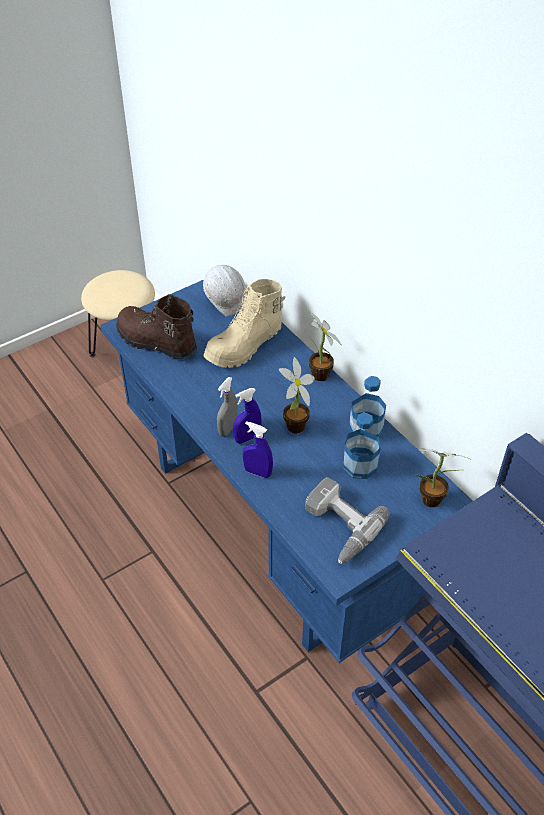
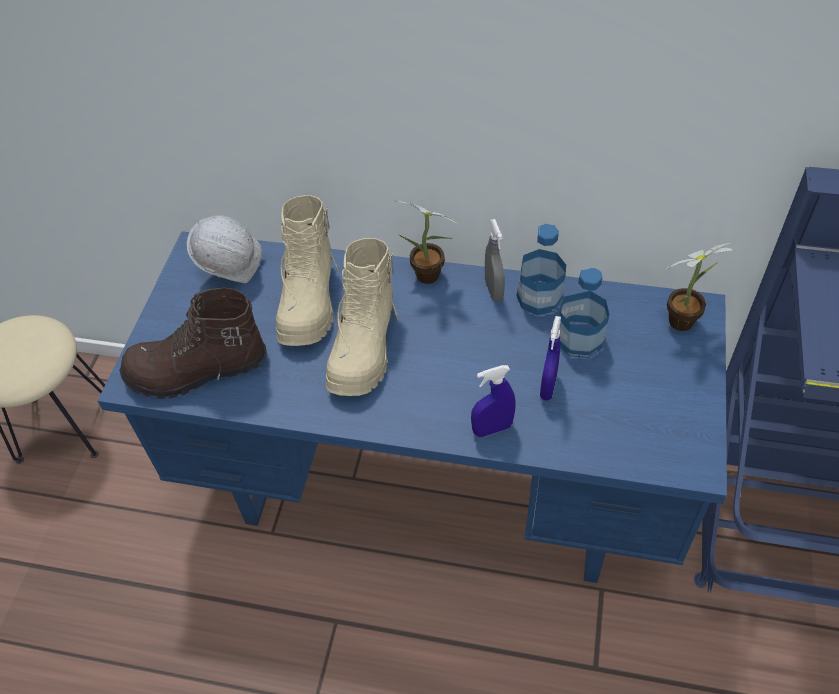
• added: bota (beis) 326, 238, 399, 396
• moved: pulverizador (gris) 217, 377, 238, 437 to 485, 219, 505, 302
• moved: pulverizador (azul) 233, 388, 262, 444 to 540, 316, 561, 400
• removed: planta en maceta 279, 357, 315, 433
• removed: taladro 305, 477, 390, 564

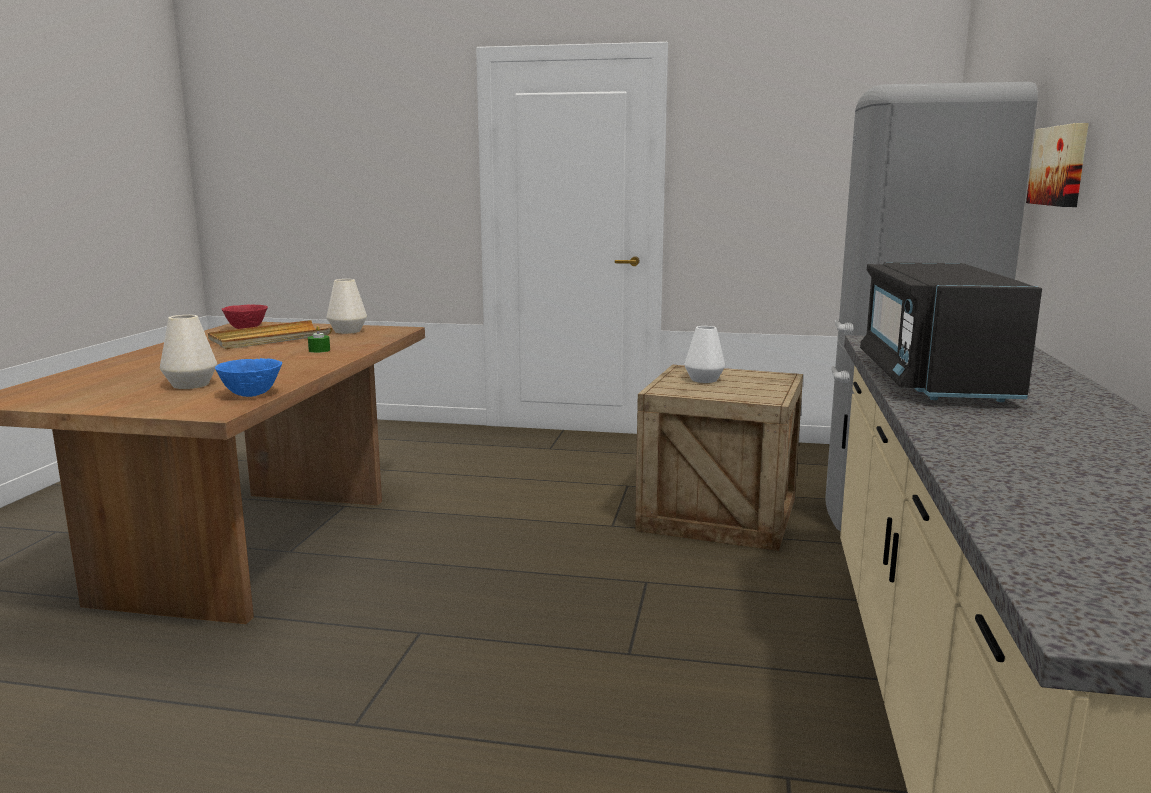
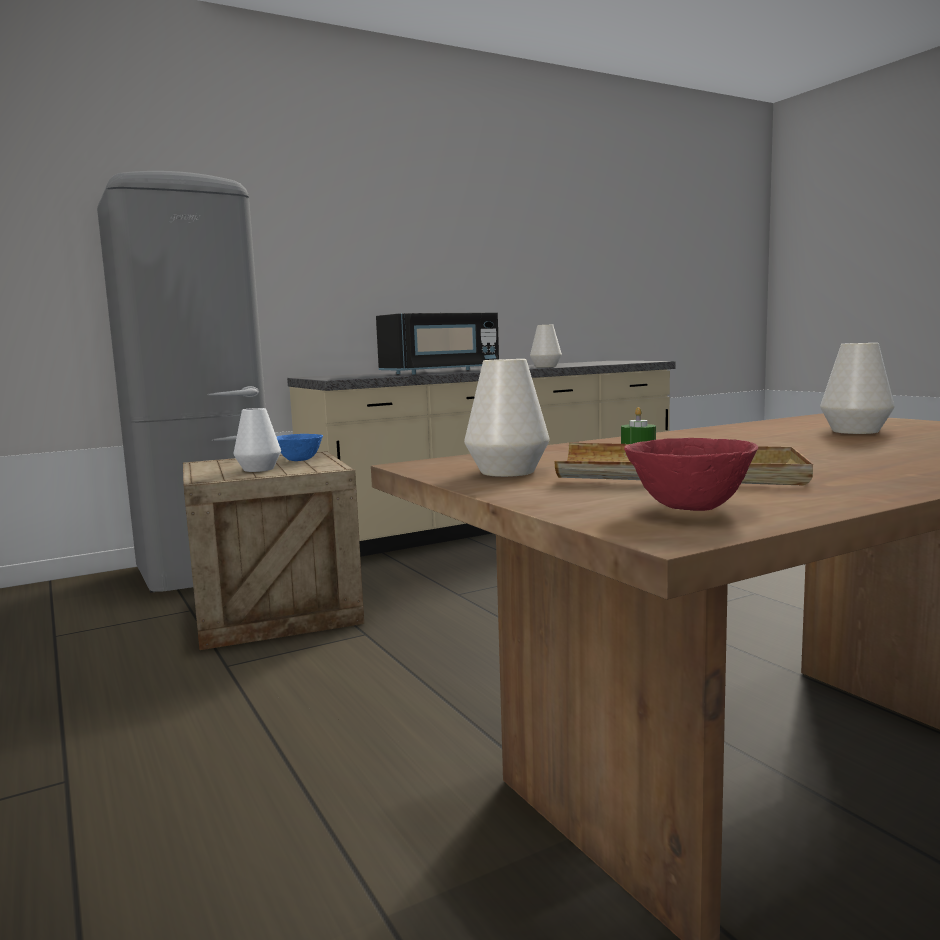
• moved: cuenco (azul) 215, 358, 282, 397 to 277, 434, 323, 461
• added: florero (blanco) 530, 325, 562, 368
• removed: cuadro 1026, 123, 1089, 207

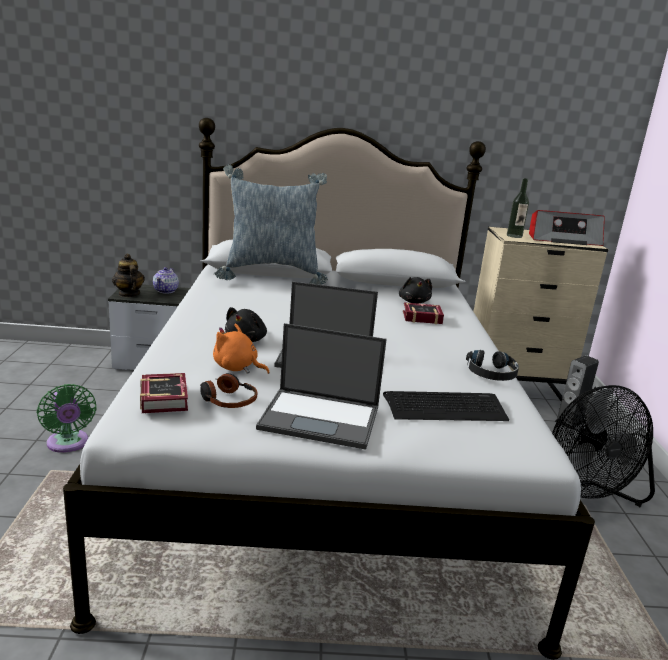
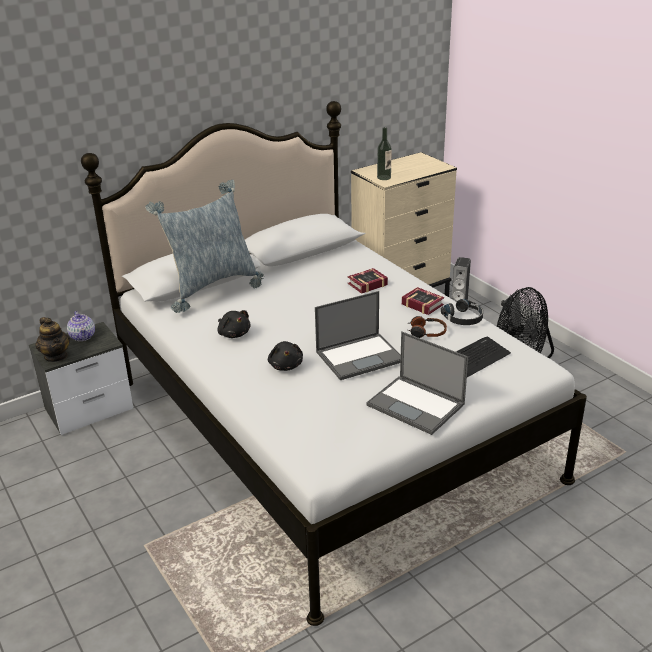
• turned: tetera 112, 253, 145, 297 = 35, 317, 70, 362 150 degrees counterclockwise
• moved: peluche (negro) 399, 277, 432, 304 to 217, 310, 251, 338
• turned: portátil 256, 323, 387, 450 = 366, 332, 468, 435 60 degrees clockwise
• moved: libro 140, 373, 188, 413 to 402, 287, 444, 315
• moved: auriculares 200, 373, 257, 408 to 407, 316, 447, 338
• removed: ventilador (verde) 37, 384, 97, 453
• removed: peluche (naranja) 213, 323, 270, 374
• removed: radio 529, 210, 605, 246

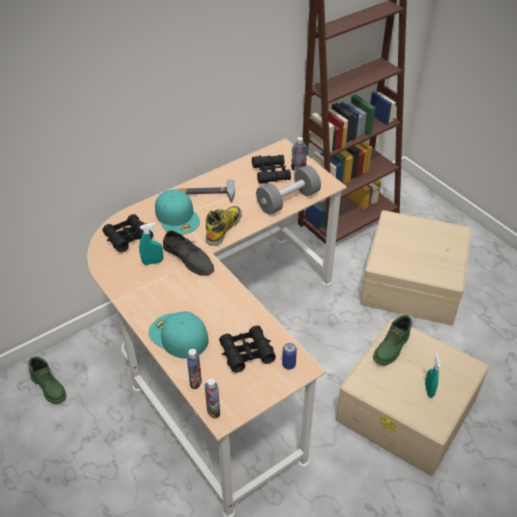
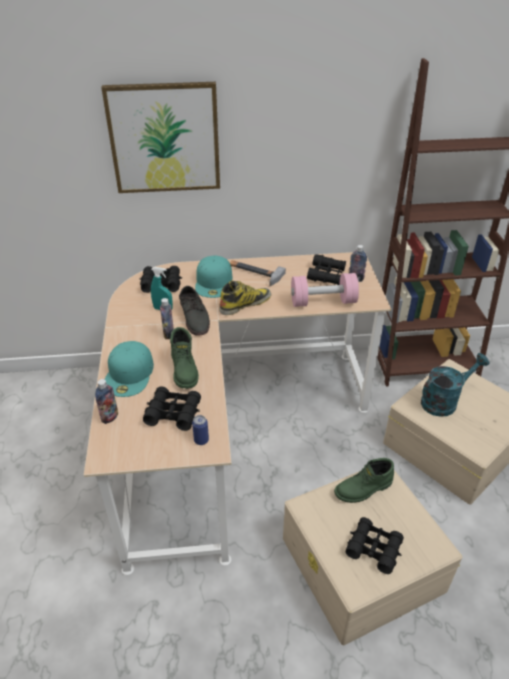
• added: cuadro 101, 82, 220, 193
• turned: gorra (turquesa) 149, 311, 209, 359 = 105, 341, 154, 397 150 degrees counterclockwise
• moved: botella 205, 378, 220, 419 to 160, 298, 174, 339
• moved: bota (verde) 28, 356, 66, 404 to 170, 327, 199, 389
• recoloured: mancuerna (gris) 256, 165, 321, 215 to mancuerna (rosa) 291, 273, 359, 307
• replaced: pulverizador (turquesa) 425, 353, 441, 398 to prismáticos (negro) 346, 517, 404, 574
• added: regadera (turquesa) 421, 353, 490, 417

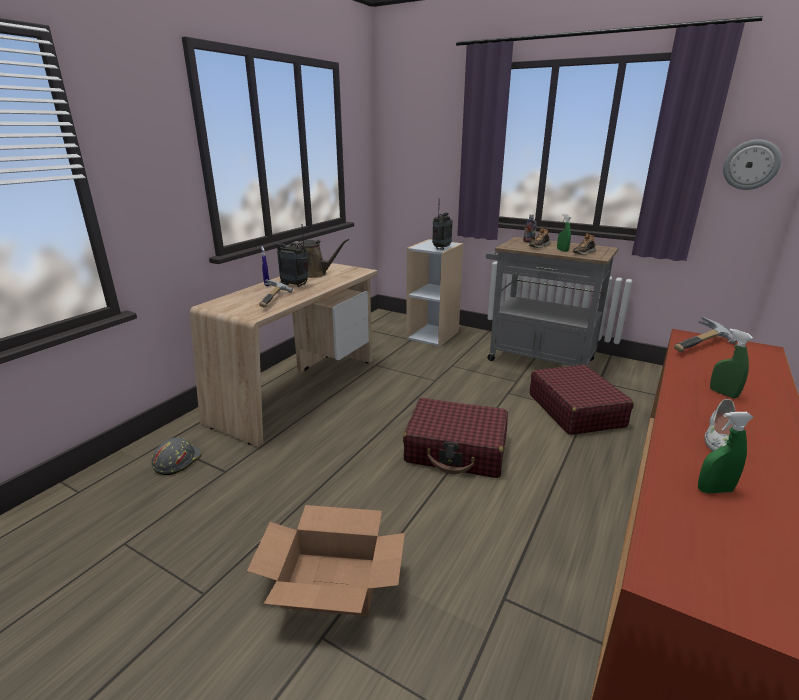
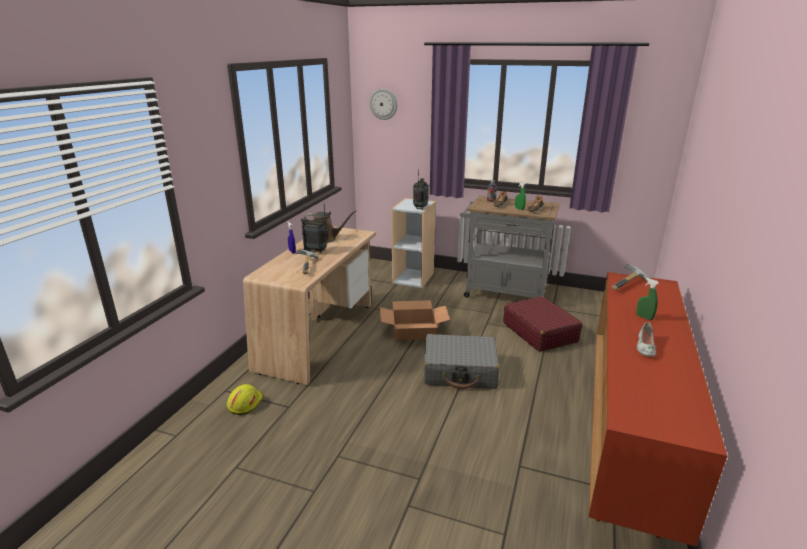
• recoloured: casco (gris) 151, 437, 202, 475 to casco (amarillo) 227, 384, 263, 415
• moved: reloj de pared 723, 139, 781, 190 to 370, 88, 397, 120
• moved: caja de cartón 247, 505, 405, 616 to 380, 300, 450, 340
• recoloured: maleta (rojo) 403, 398, 508, 478 to maleta (gris) 424, 334, 499, 390
• removed: pulverizador (verde) 698, 412, 754, 493

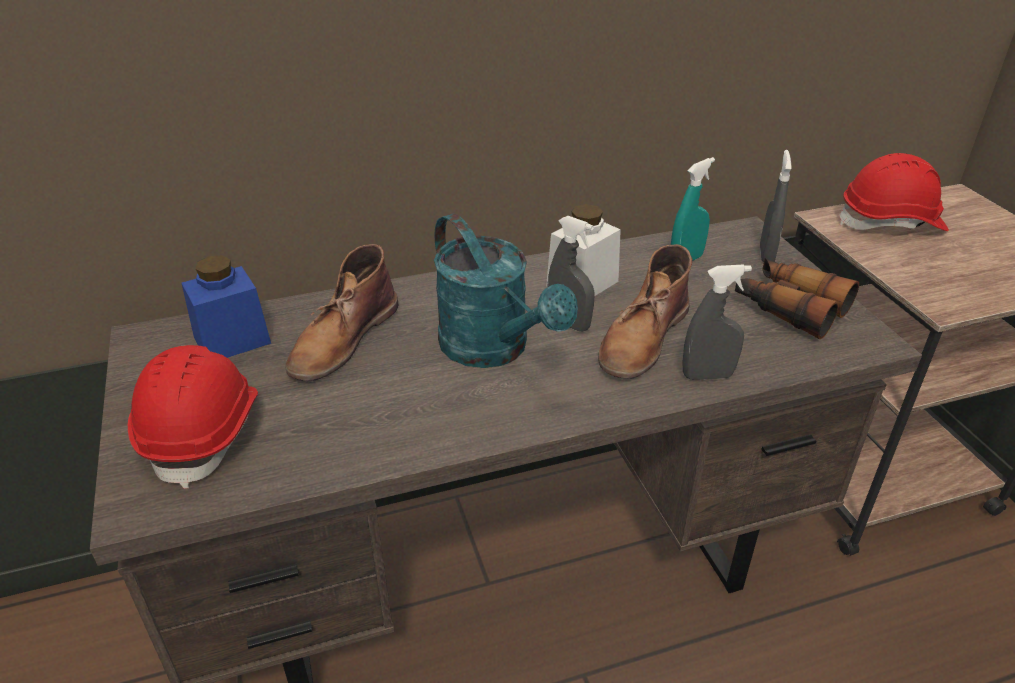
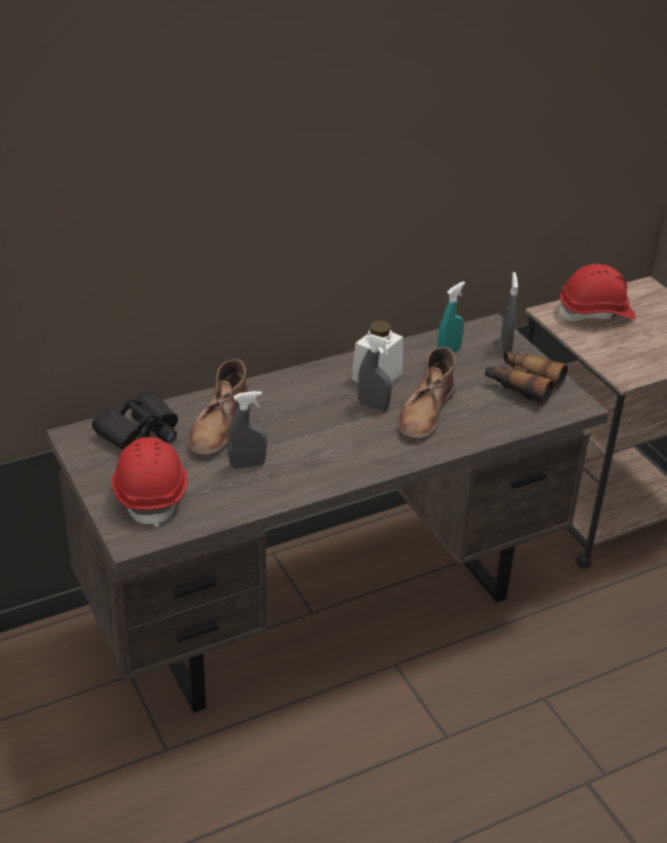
• replaced: tarro (azul) 182, 255, 271, 358 to prismáticos (negro) 92, 390, 178, 450
• moved: pulverizador (gris) 683, 264, 752, 380 to 227, 391, 267, 469
• removed: regadera (turquesa) 434, 213, 578, 368

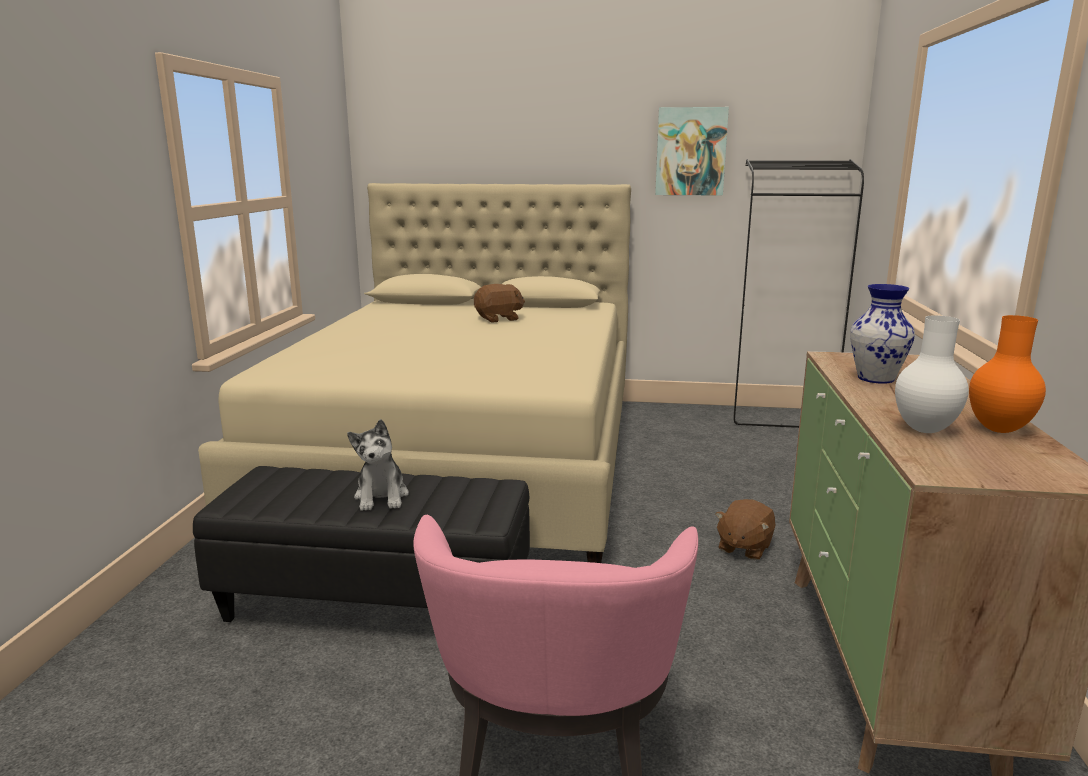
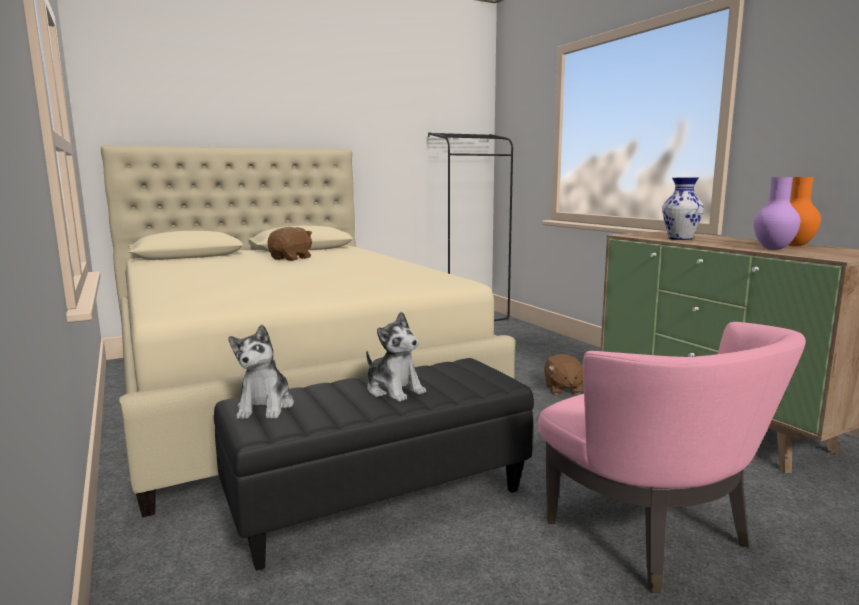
• added: peluche 228, 324, 294, 419
• recoloured: florero (blanco) 895, 315, 969, 433 to florero (morado) 754, 177, 800, 250
• removed: cuadro 655, 107, 729, 196

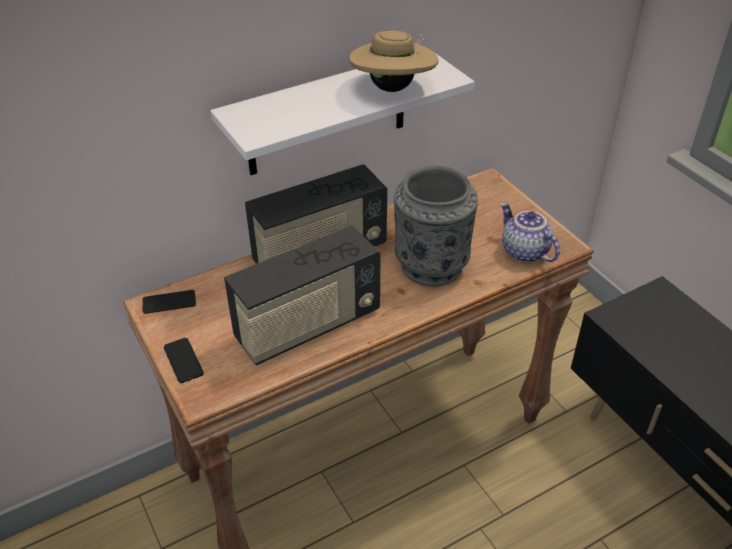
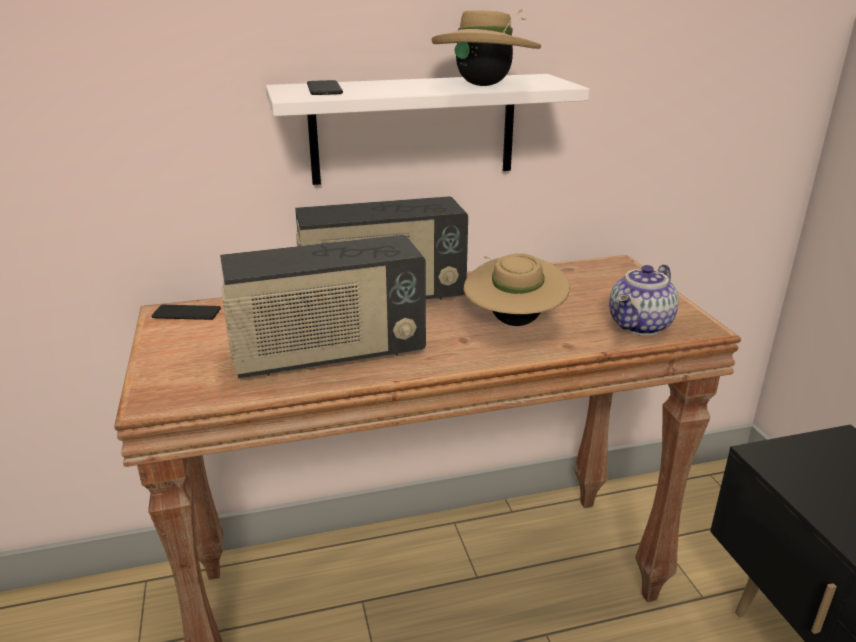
• moved: móvil 164, 338, 204, 383 to 307, 80, 343, 95
• replaced: florero (gris) 394, 165, 478, 287 to sombrero (beis) 464, 253, 570, 326
• turned: tetera 501, 202, 560, 262 = 609, 264, 679, 336 120 degrees counterclockwise

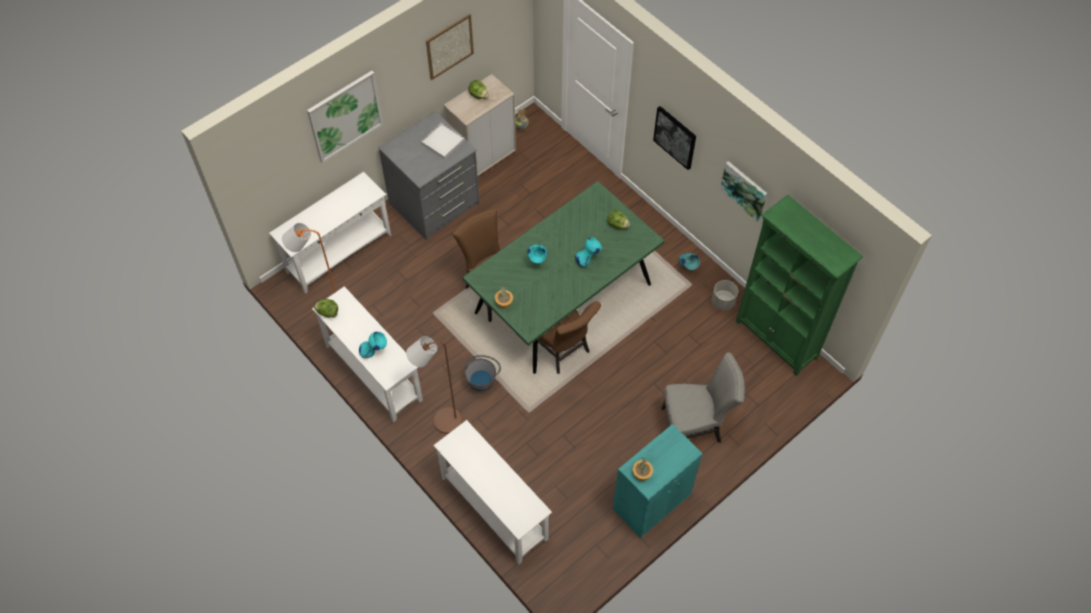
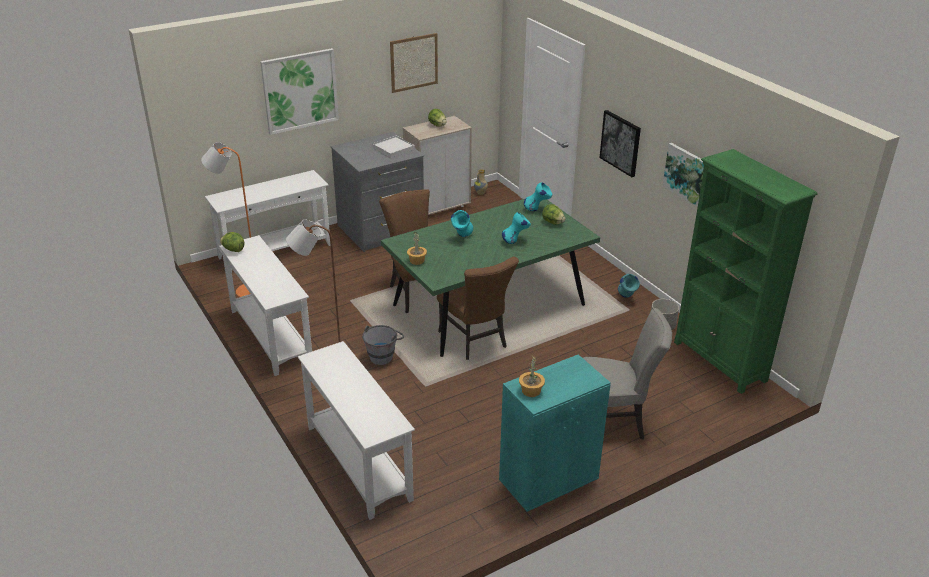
• moved: florero (turquesa) 359, 332, 387, 358 to 524, 183, 552, 211

